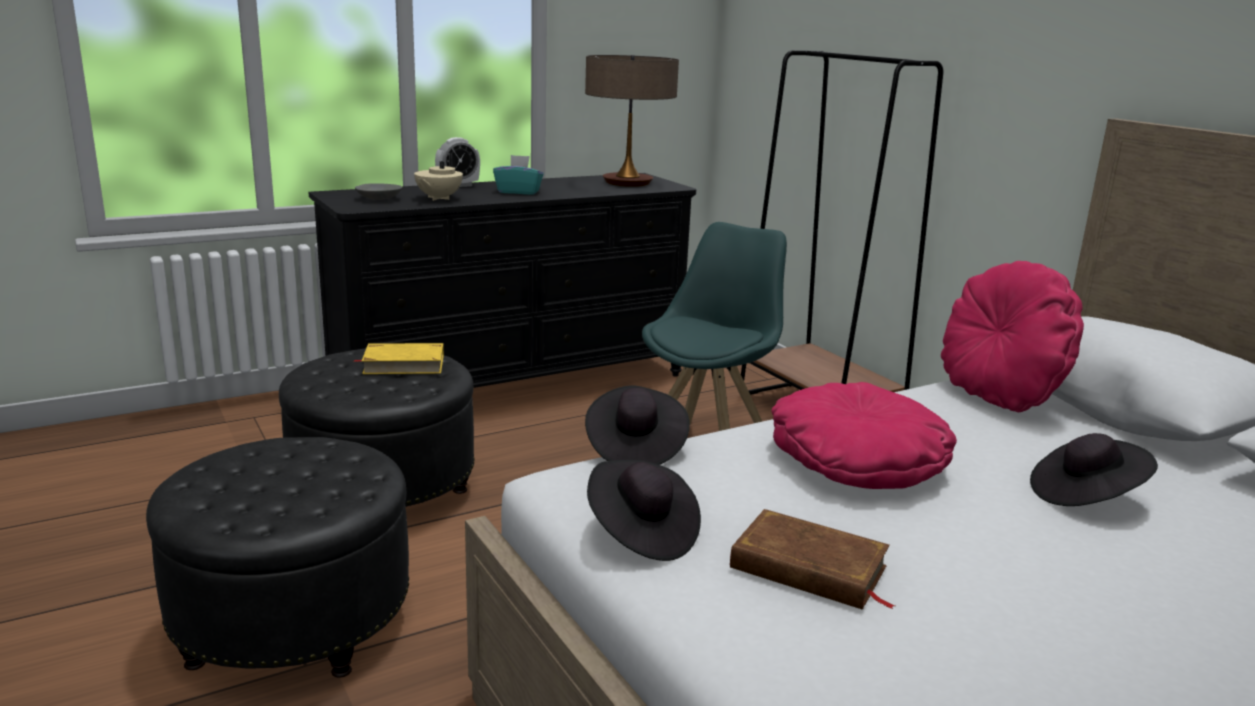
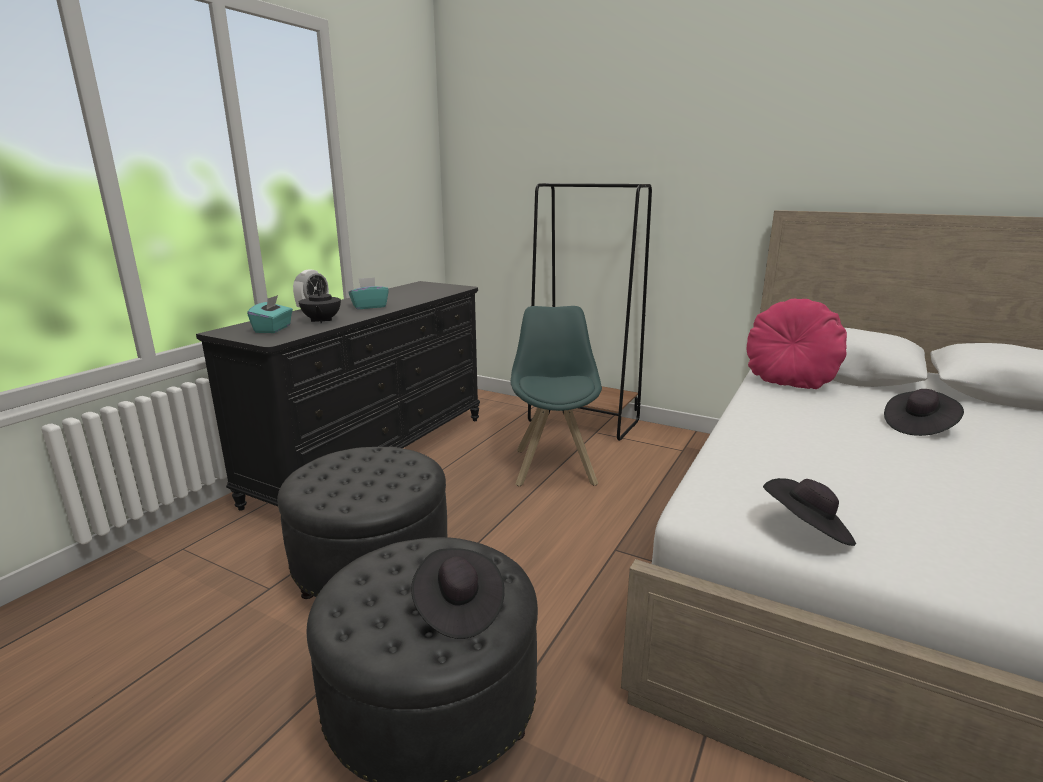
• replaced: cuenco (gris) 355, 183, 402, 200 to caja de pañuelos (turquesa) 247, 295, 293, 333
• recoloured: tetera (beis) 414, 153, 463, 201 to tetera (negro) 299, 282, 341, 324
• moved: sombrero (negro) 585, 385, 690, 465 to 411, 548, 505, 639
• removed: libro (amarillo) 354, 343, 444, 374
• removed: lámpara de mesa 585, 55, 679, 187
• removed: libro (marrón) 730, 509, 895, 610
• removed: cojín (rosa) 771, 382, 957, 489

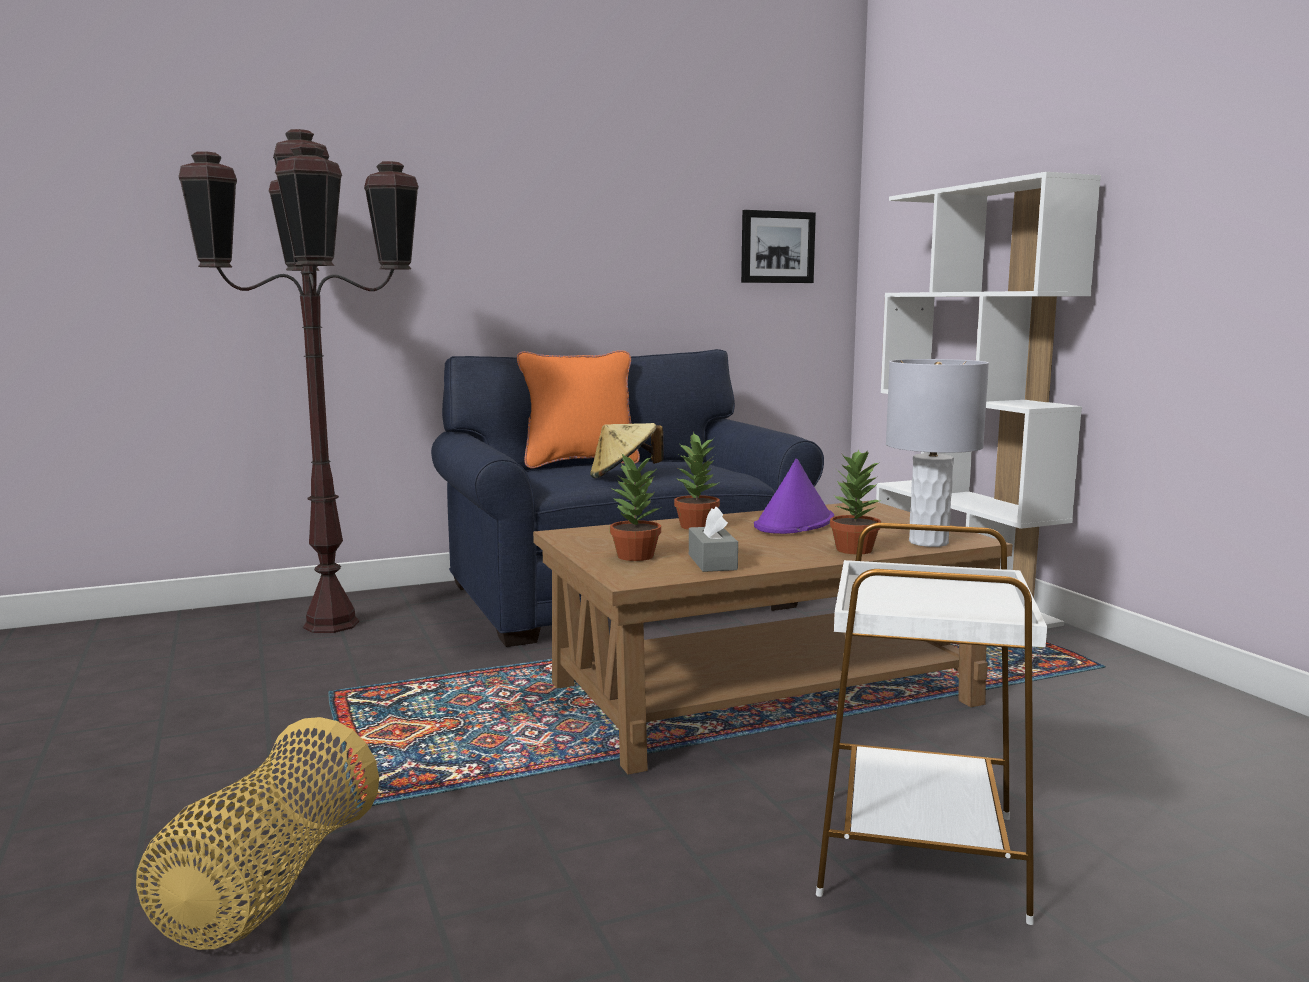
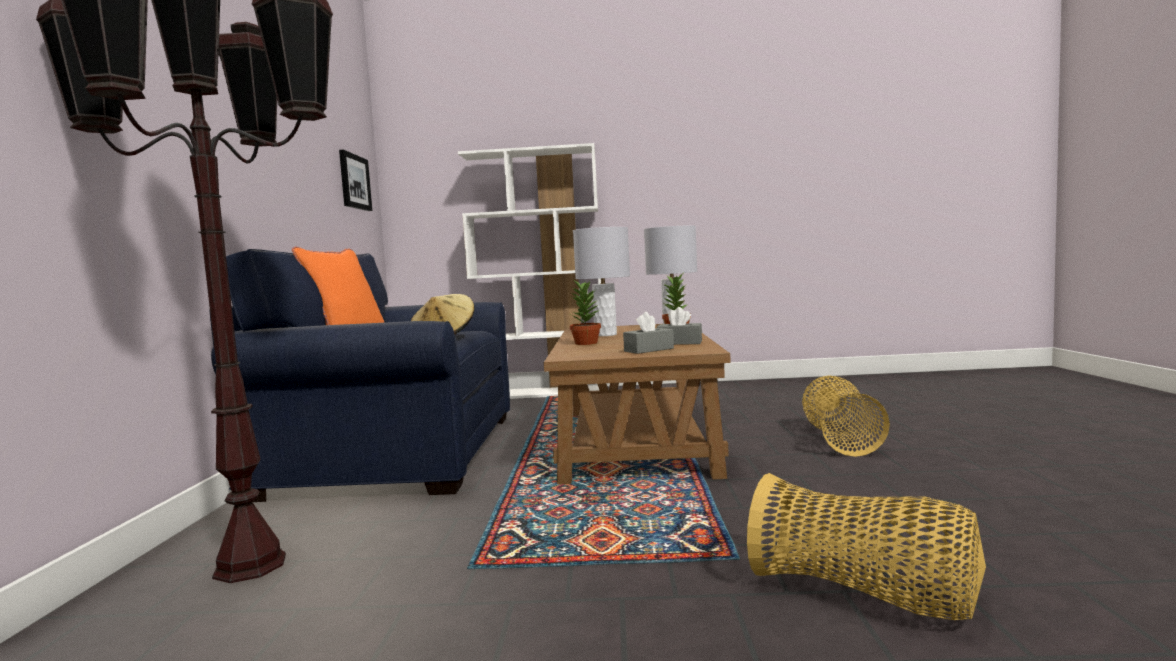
• replaced: sombrero (morado) 754, 459, 834, 534 to lámpara de mesa (gris) 573, 227, 630, 336
• replaced: planta en maceta 610, 454, 661, 561 to caja de pañuelos (gris) 623, 312, 674, 354
• replaced: mesa auxiliar (blanco) 816, 523, 1047, 925 to cesta 802, 375, 890, 457

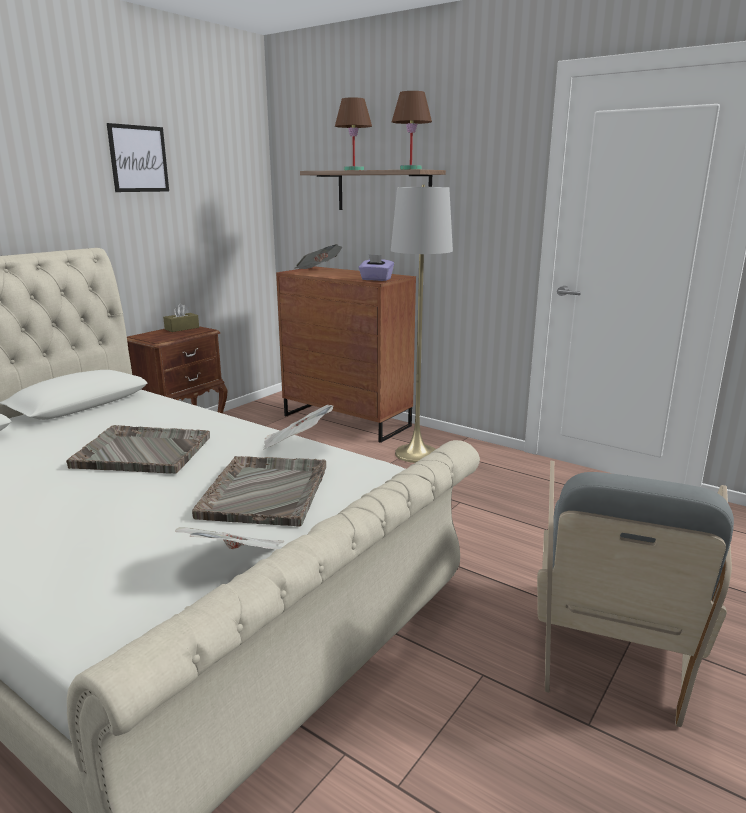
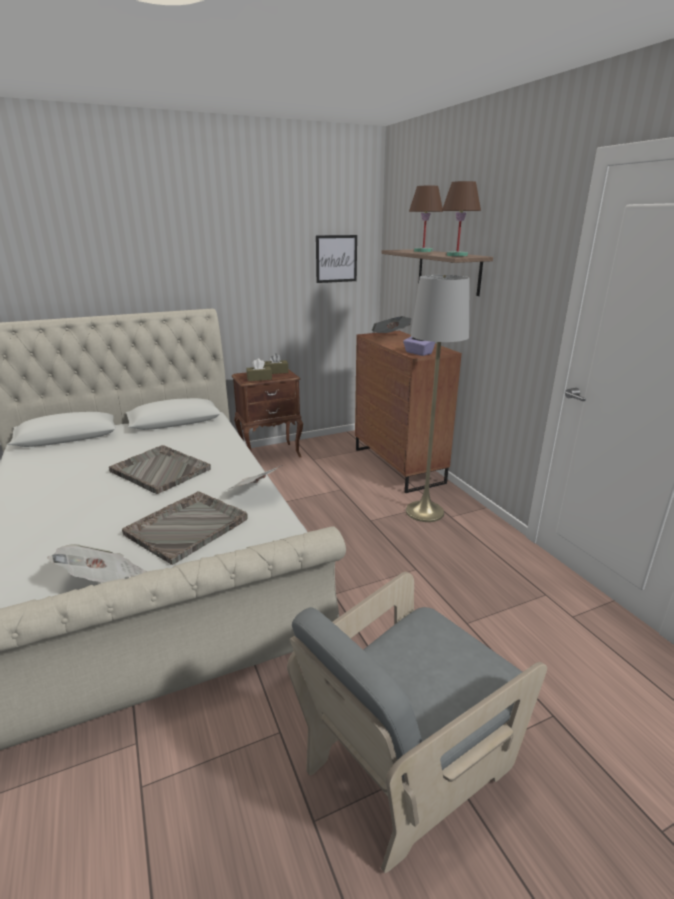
• added: caja de pañuelos (marrón) 246, 358, 272, 381
• moved: cuadro 107, 123, 169, 192 to 316, 235, 357, 283

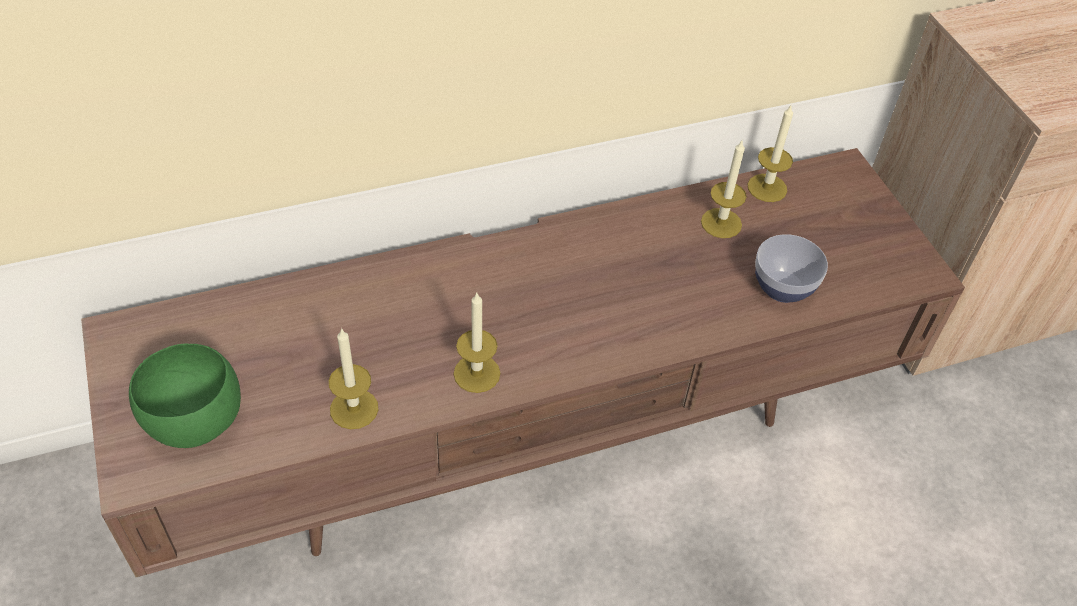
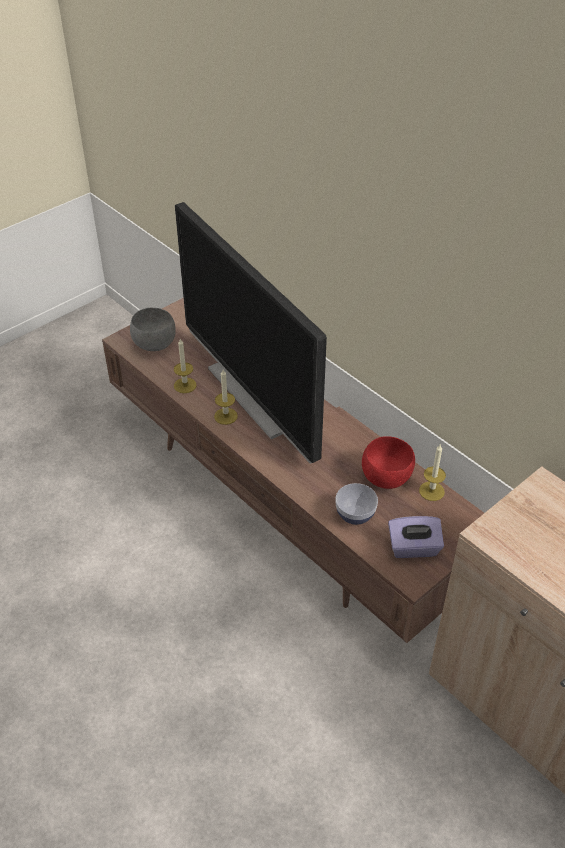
• recoloured: cuenco (verde) 129, 343, 241, 448 to cuenco (gris) 130, 308, 176, 351
• added: televisor 175, 202, 327, 464
• replaced: vela 701, 141, 747, 238 to cuenco (rojo) 362, 436, 415, 489
• added: caja de pañuelos (morado) 388, 516, 444, 558

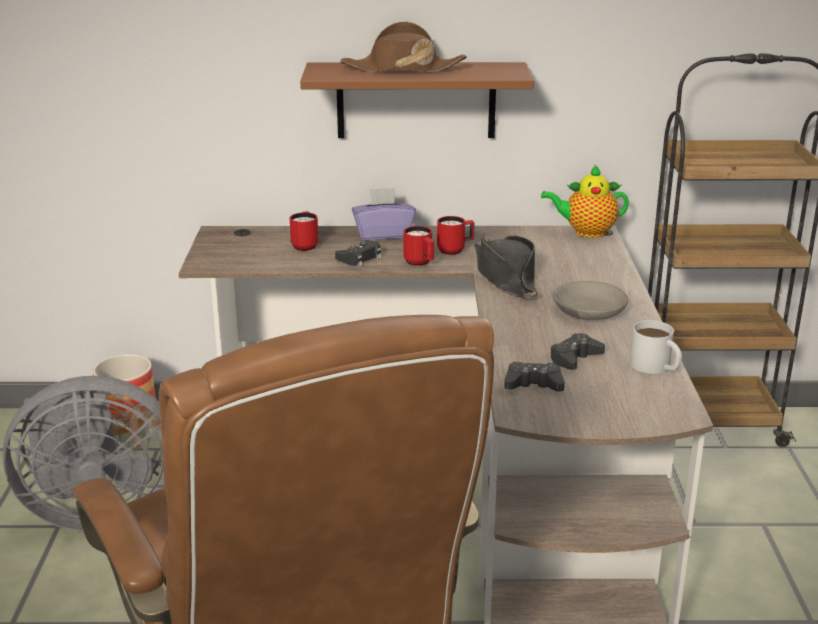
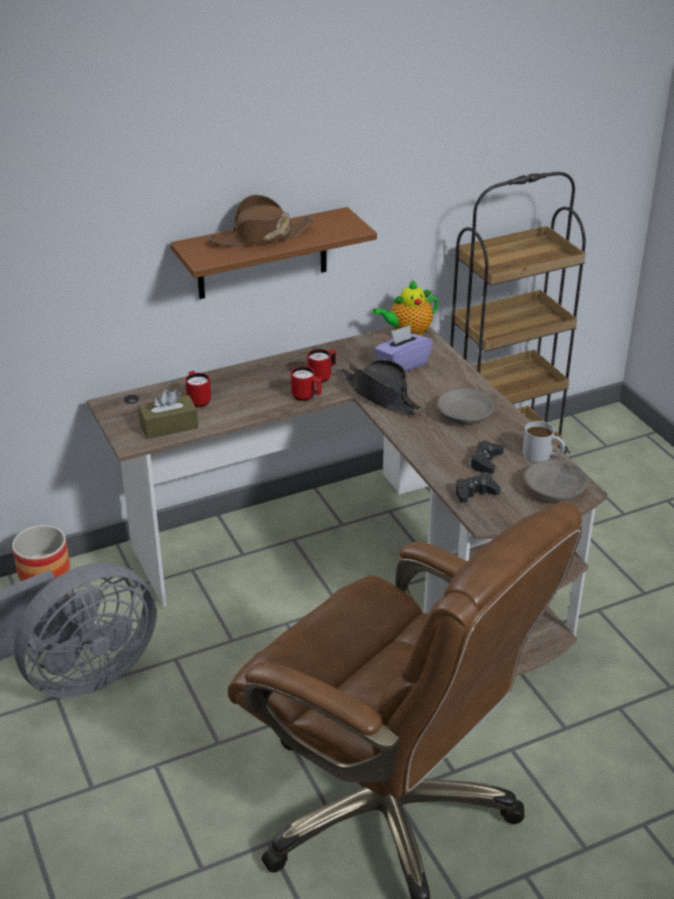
• added: caja de pañuelos (marrón) 138, 389, 198, 439
• moved: caja de pañuelos (morado) 352, 188, 416, 240 to 374, 325, 433, 372
• added: cuenco (gris) 524, 460, 588, 501
• removed: mando de consola (negro) 335, 240, 381, 267

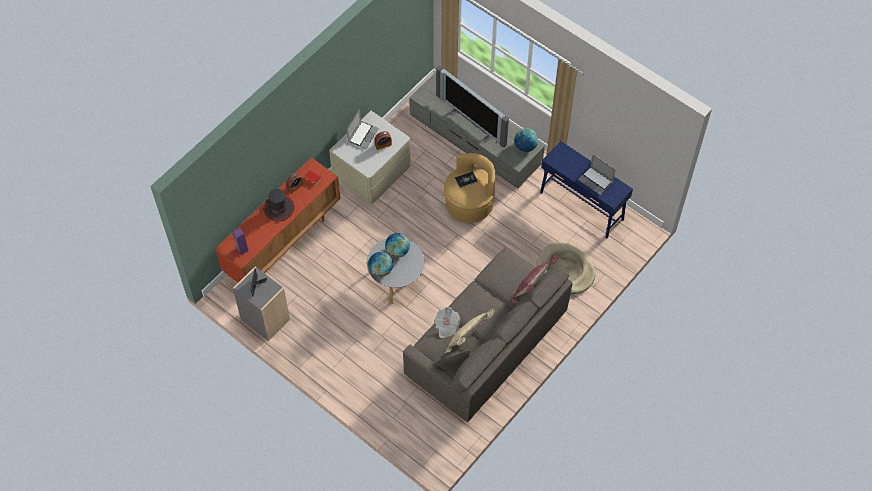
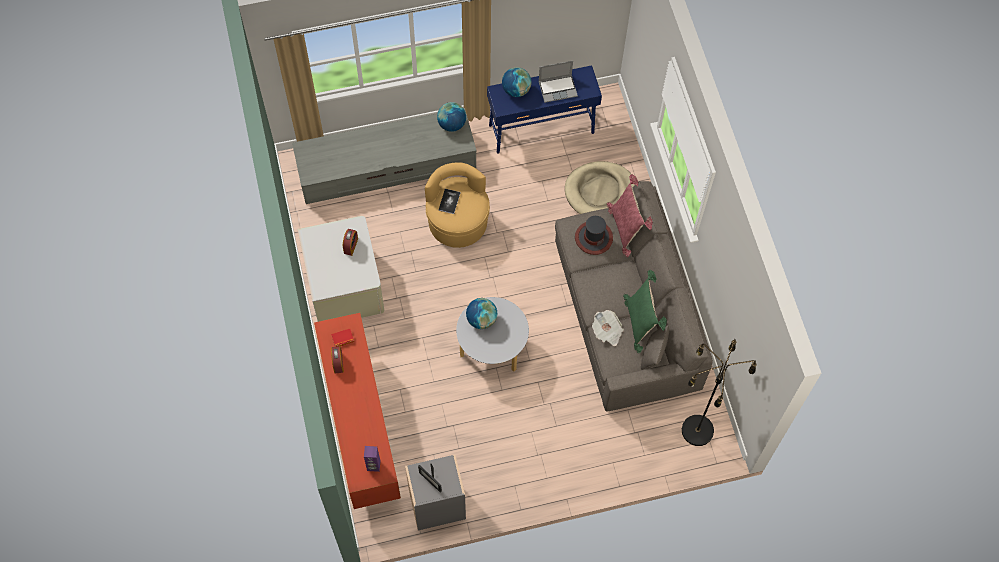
• moved: globo terráqueo 368, 252, 393, 277 to 502, 67, 531, 97
• moved: sombrero 263, 189, 295, 221 to 575, 216, 613, 255
• recoloured: cojín (beis) 445, 308, 494, 353 to cojín (verde) 623, 270, 667, 354
• added: lámpara de pie 682, 339, 757, 446
• removed: portátil 347, 109, 379, 149
• removed: televisor 436, 66, 509, 148

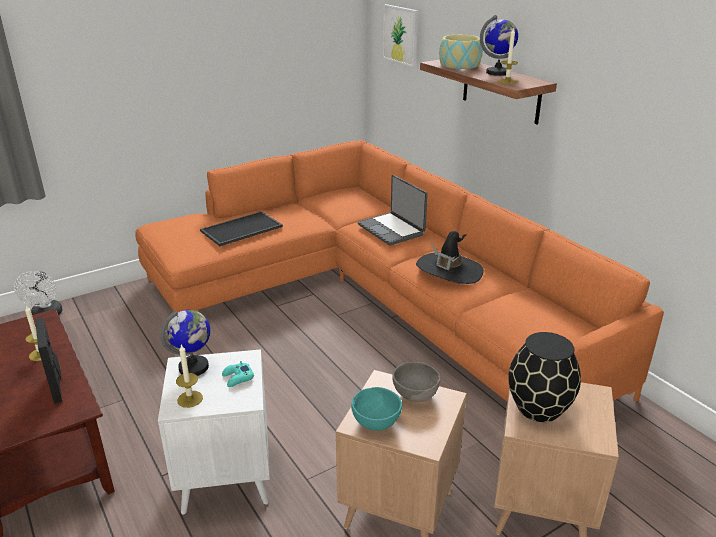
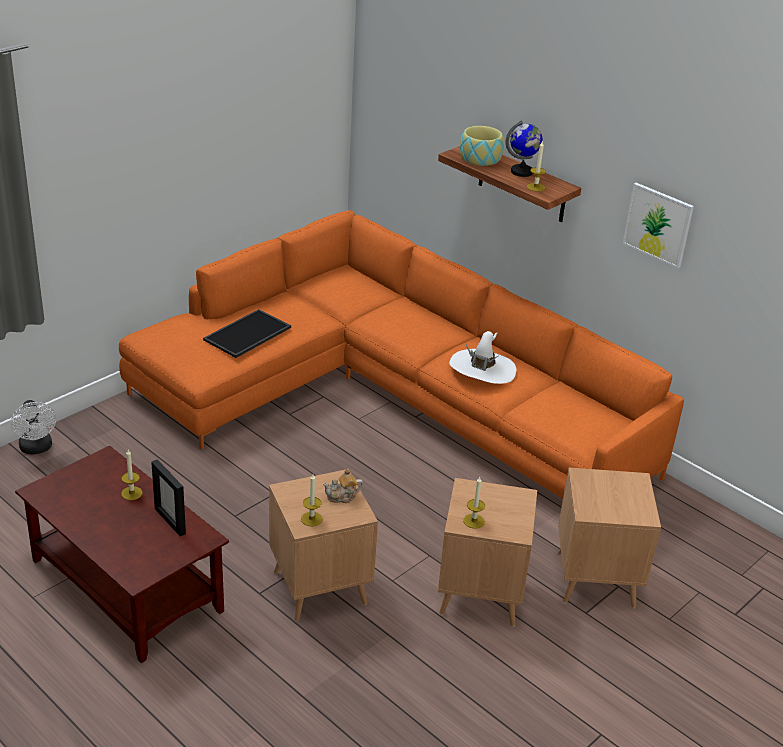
• recoloured: mesa auxiliar (blanco) 158, 349, 270, 515 to mesa auxiliar (marrón) 269, 469, 378, 622
• replaced: mando de consola (turquesa) 222, 361, 254, 387 to tetera 323, 469, 363, 503
• recoloured: sombrero (negro) 416, 231, 484, 284 to sombrero (blanco) 449, 331, 516, 384
• replaced: cuenco (turquesa) 351, 387, 402, 431 to vela 463, 477, 485, 529
• moved: cuadro 383, 4, 418, 67 to 622, 183, 694, 268
• removed: globo terráqueo 160, 310, 210, 376
• removed: portátil 358, 175, 428, 245
• removed: cuenco (gris) 392, 362, 440, 402
• removed: florero (negro) 508, 332, 581, 422

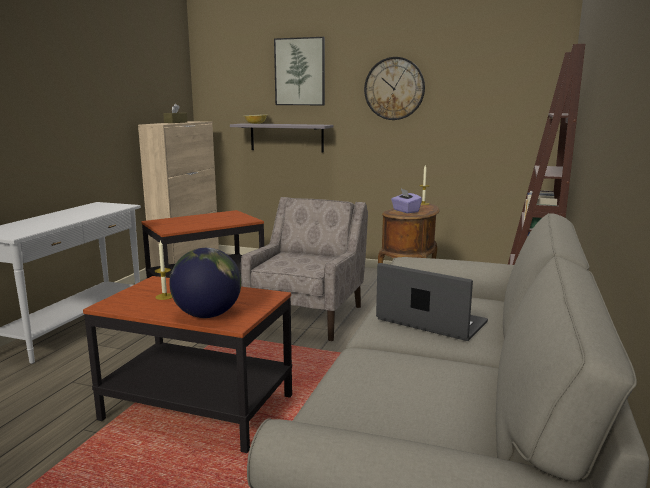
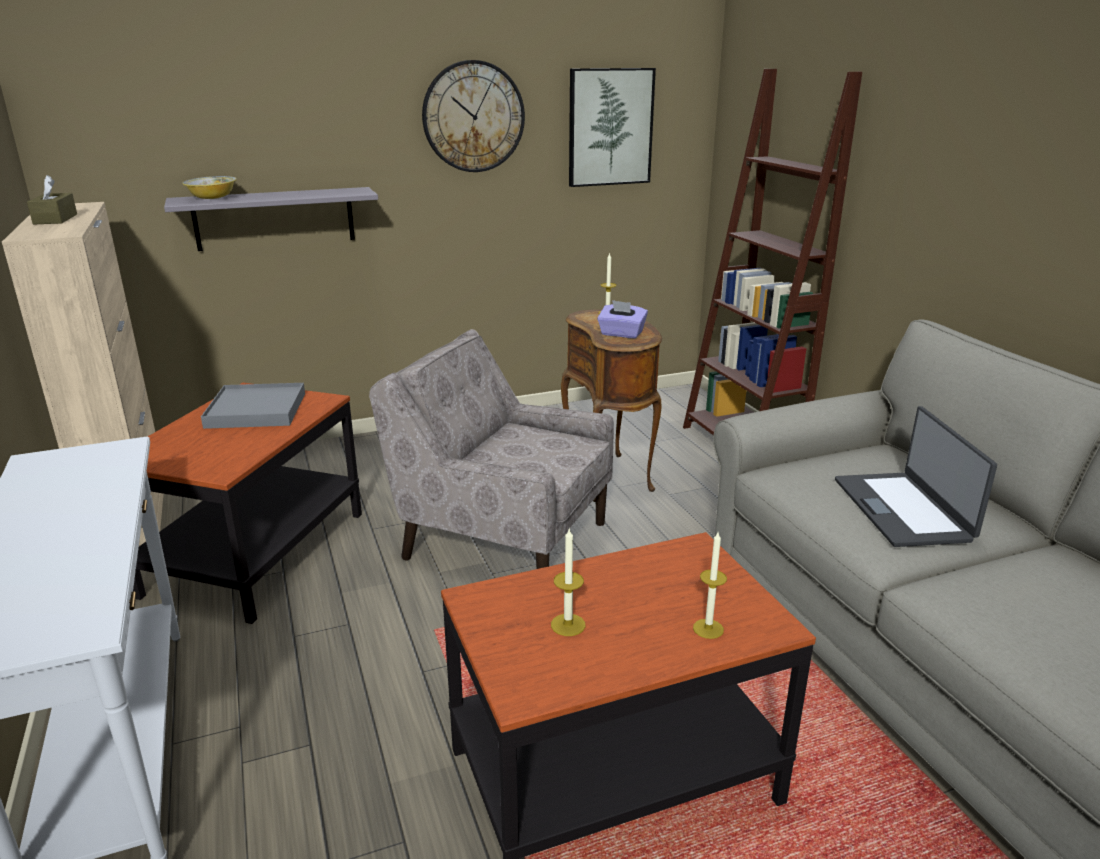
• added: bandeja (gris) 201, 383, 305, 429
• turned: sillón (beis) 241, 197, 368, 341 = 369, 329, 614, 569 45 degrees counterclockwise
• moved: cuadro 274, 37, 325, 105 to 569, 68, 656, 187
• replaced: globo terráqueo 169, 248, 241, 318 to vela 693, 532, 727, 639
• turned: portátil 376, 263, 488, 341 = 835, 406, 997, 547 90 degrees counterclockwise

